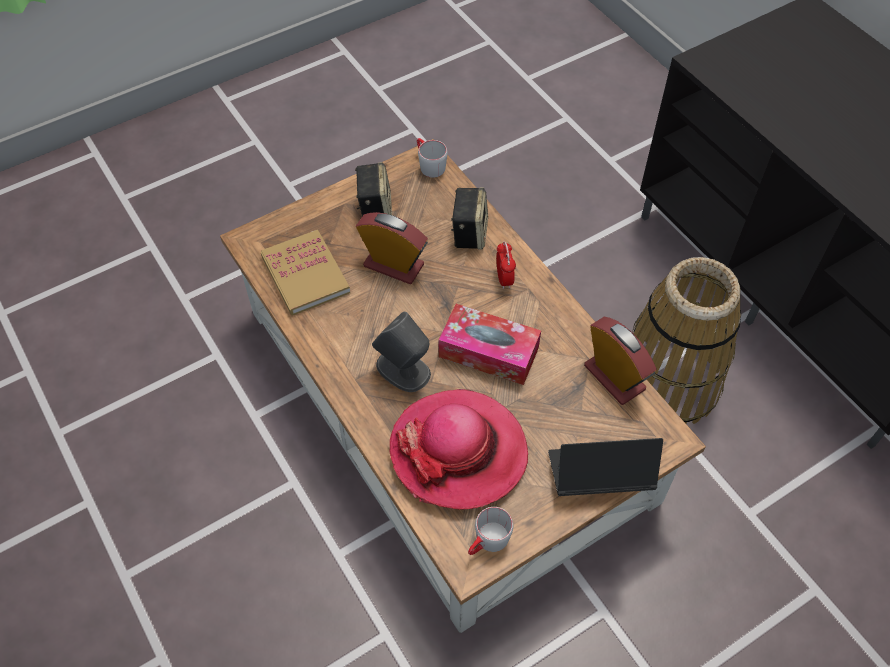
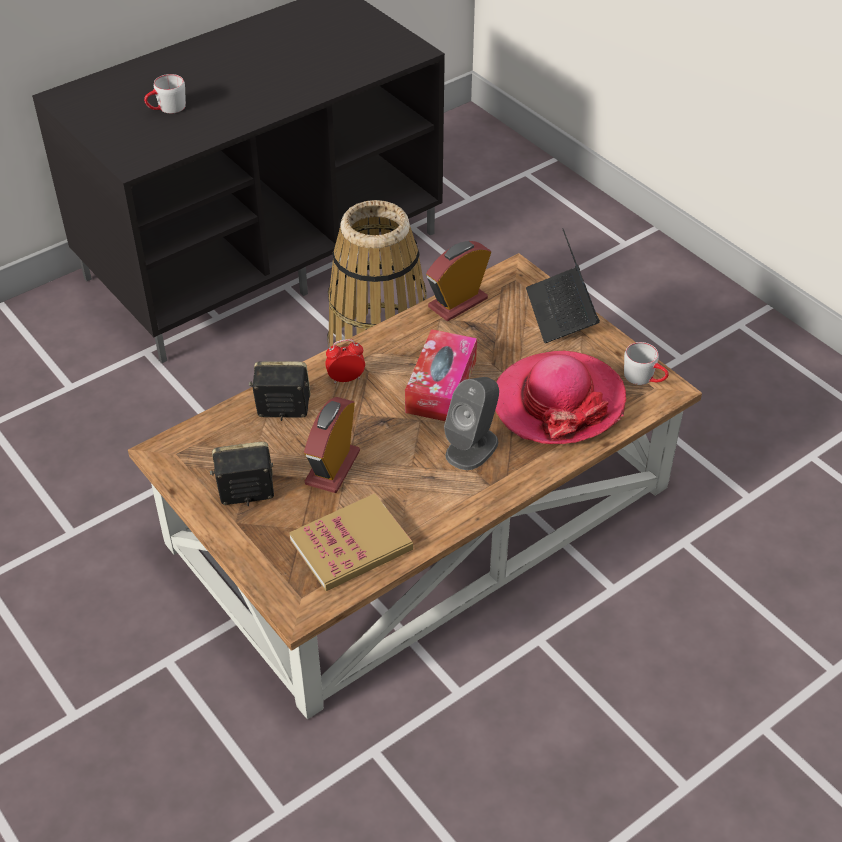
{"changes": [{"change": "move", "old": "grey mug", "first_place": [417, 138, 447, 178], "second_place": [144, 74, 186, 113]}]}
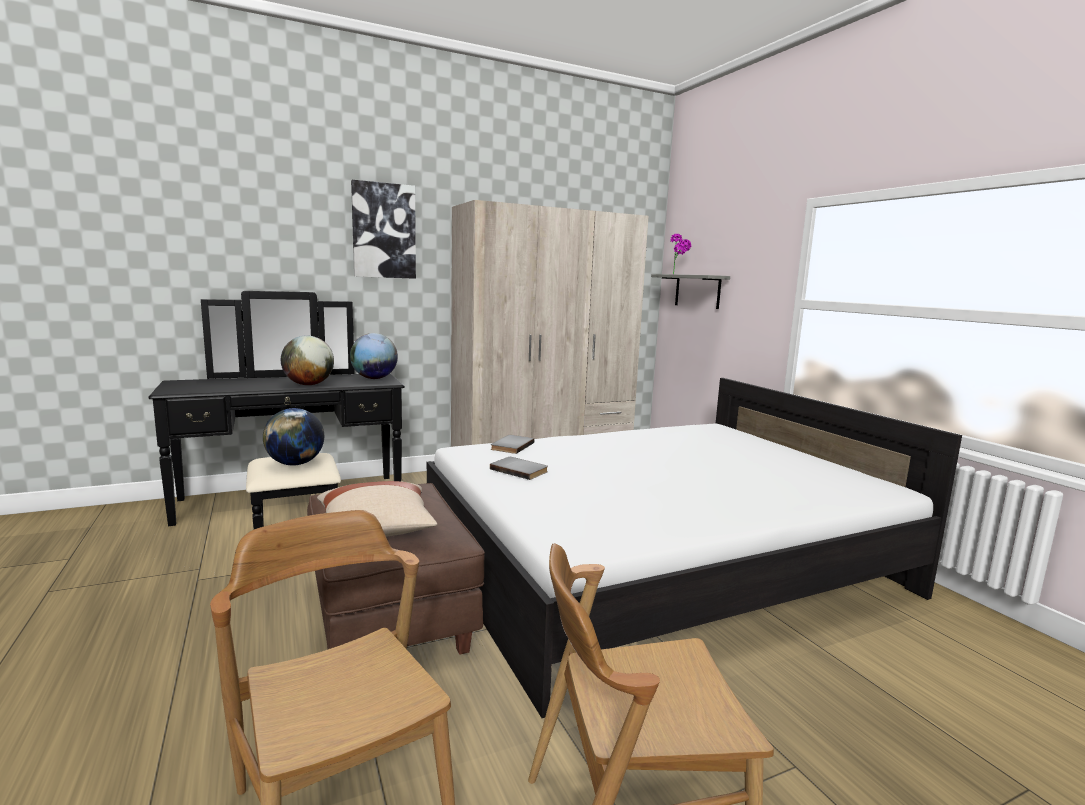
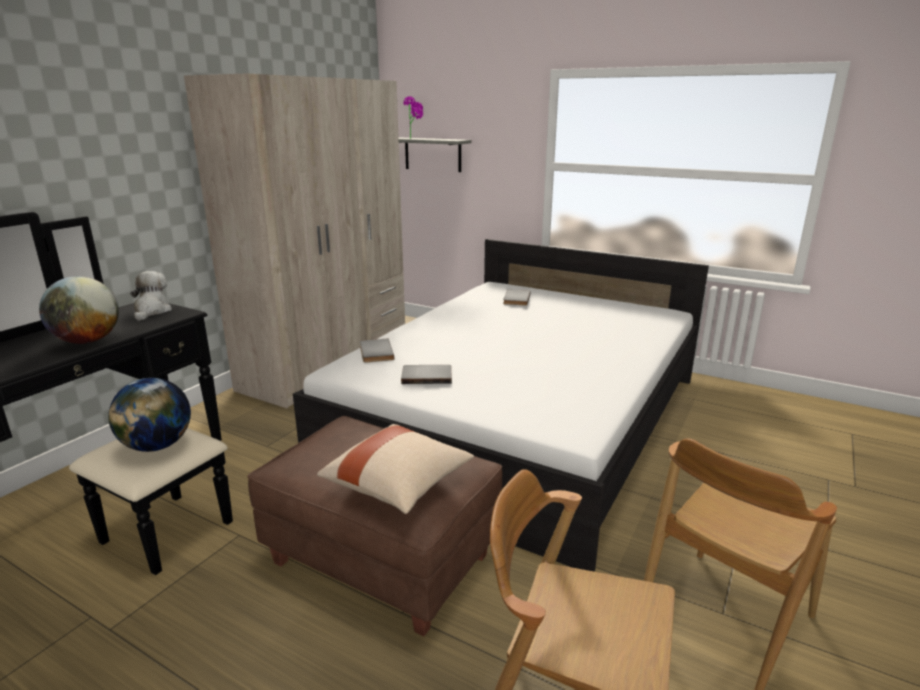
{"changes": [{"change": "replace", "old": "globe", "new": "plush toy", "first_place": [350, 333, 398, 379], "second_place": [130, 271, 172, 321]}, {"change": "insert", "new": "grey book", "second_place": [503, 290, 531, 306]}, {"change": "delete", "old": "picture", "first_place": [351, 180, 416, 279]}]}
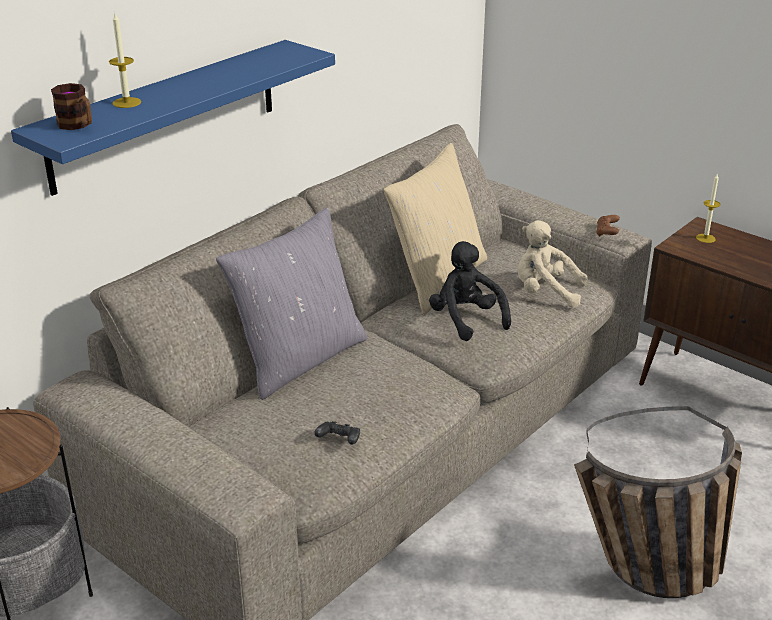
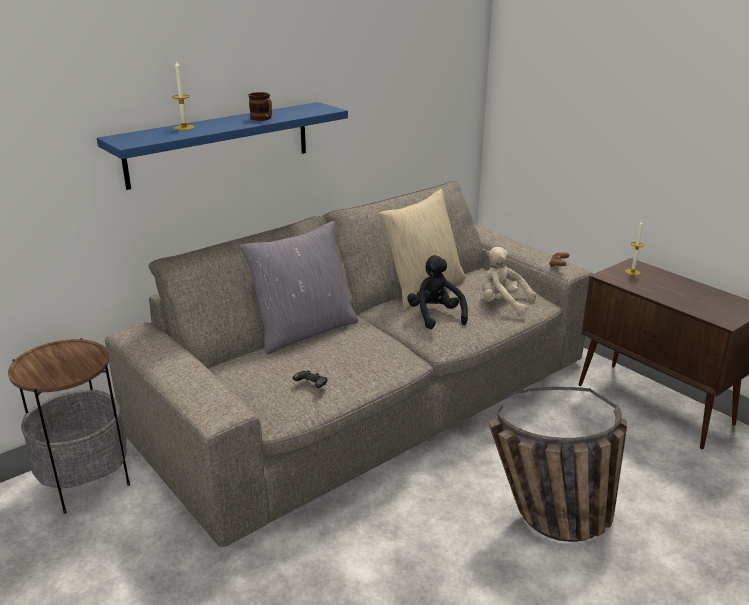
{"changes": [{"change": "move", "old": "mug", "first_place": [51, 83, 92, 130], "second_place": [248, 92, 272, 121]}]}
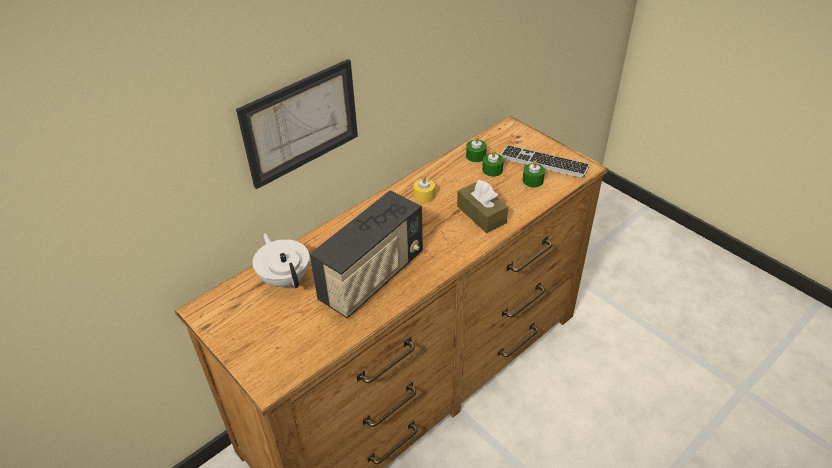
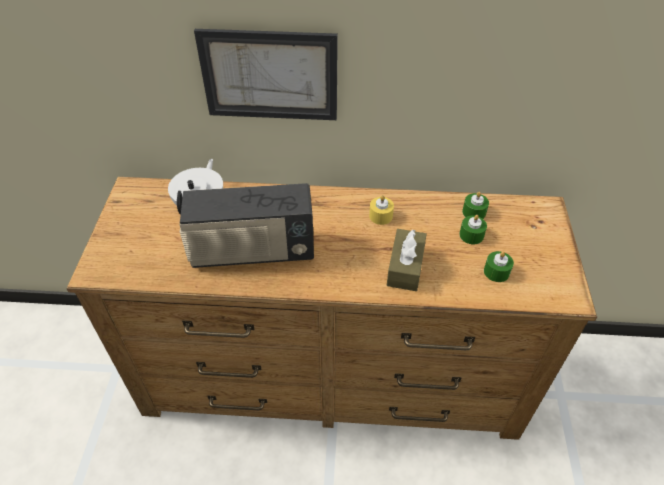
{"changes": [{"change": "delete", "old": "keyboard", "first_place": [500, 145, 590, 178]}]}
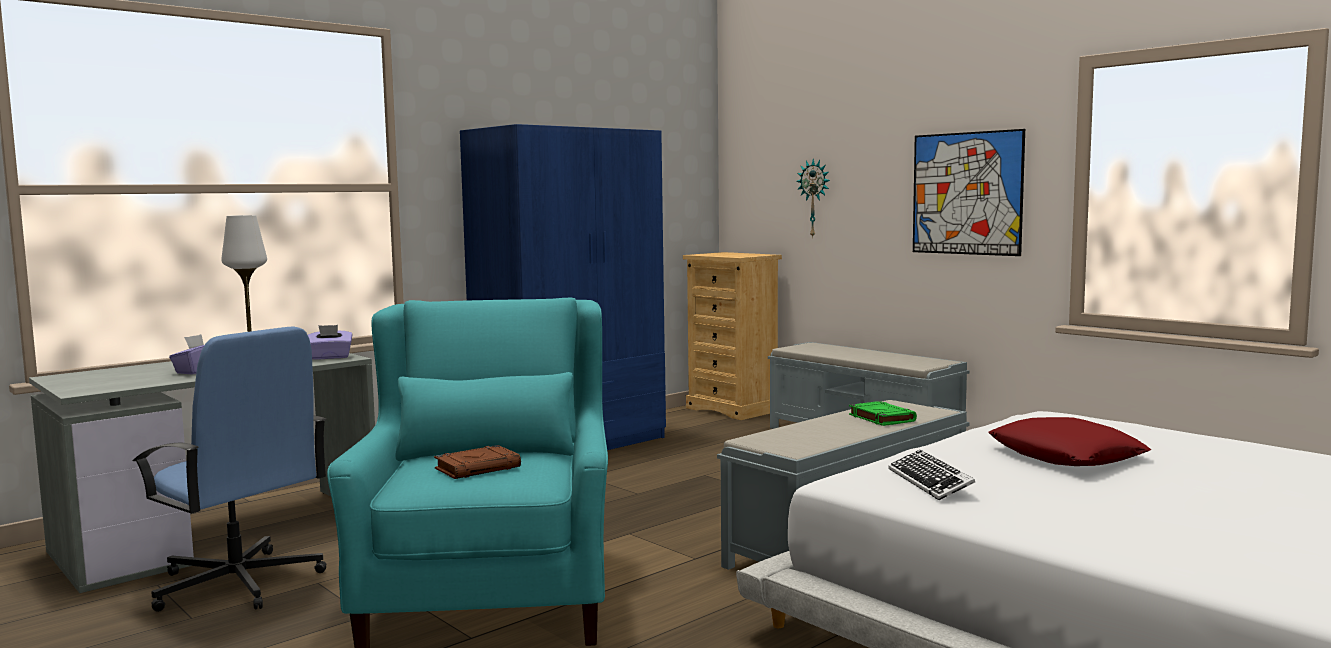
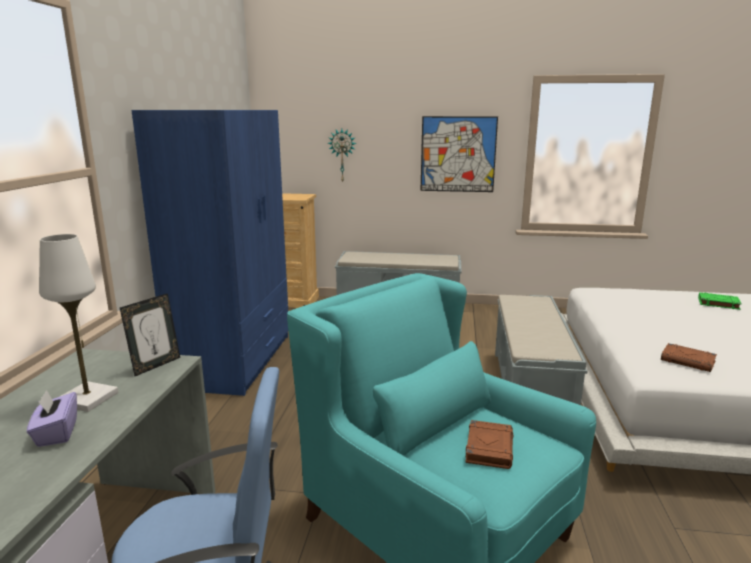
{"changes": [{"change": "replace", "old": "purple tissue box", "new": "picture frame", "first_place": [308, 325, 352, 360], "second_place": [120, 293, 180, 376]}, {"change": "replace", "old": "keyboard", "new": "brown book", "first_place": [889, 450, 975, 500], "second_place": [661, 343, 717, 372]}, {"change": "move", "old": "green book", "first_place": [849, 401, 917, 426], "second_place": [698, 292, 742, 310]}, {"change": "delete", "old": "red pillow", "first_place": [989, 417, 1152, 466]}]}
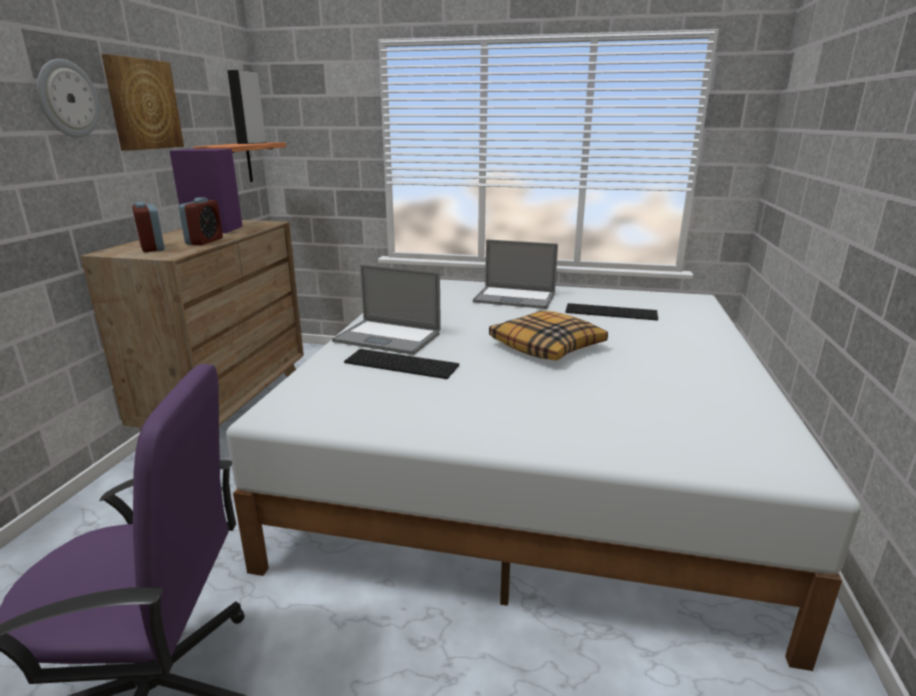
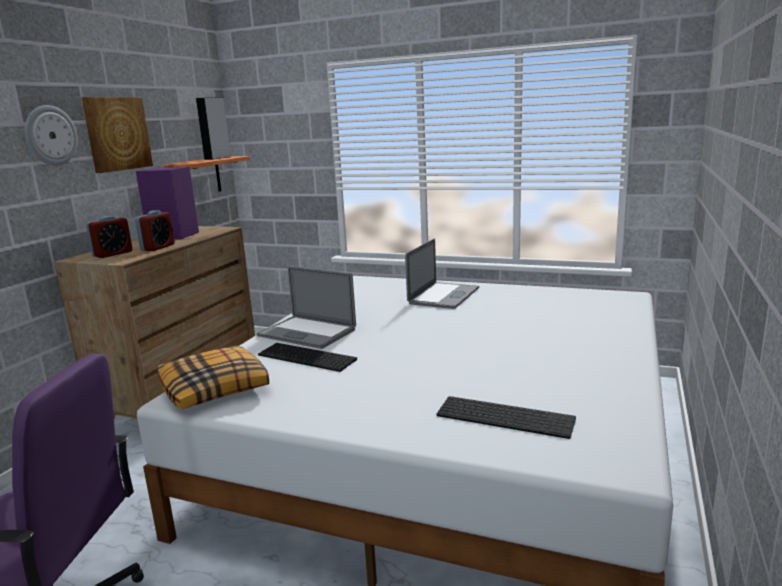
{"changes": [{"change": "rotate", "old": "alarm clock", "first_place": [132, 202, 165, 252], "second_place": [86, 216, 132, 258], "degrees": -120}, {"change": "move", "old": "pillow", "first_place": [489, 311, 608, 361], "second_place": [158, 346, 269, 409]}, {"change": "rotate", "old": "laptop", "first_place": [473, 239, 558, 309], "second_place": [405, 238, 479, 309], "degrees": -90}, {"change": "move", "old": "keyboard", "first_place": [565, 303, 658, 320], "second_place": [437, 396, 576, 439]}]}
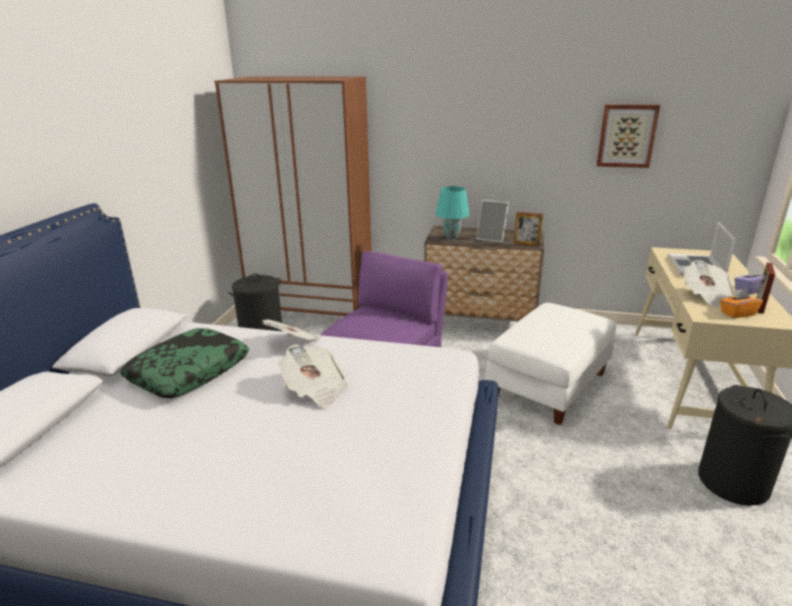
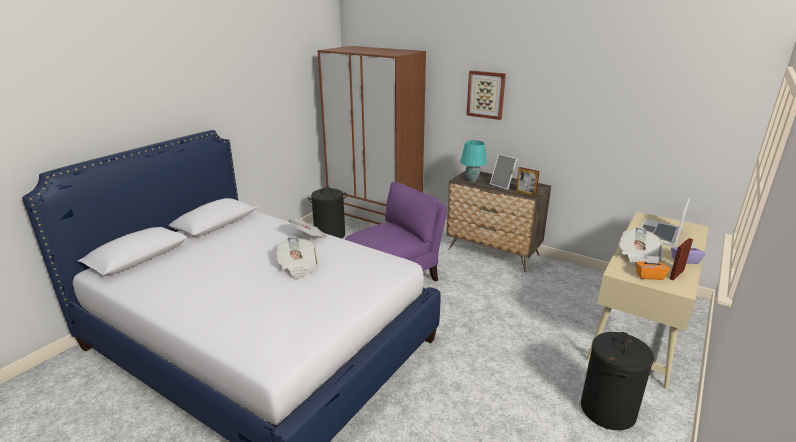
{"changes": [{"change": "move", "old": "picture", "first_place": [596, 104, 660, 168], "second_place": [466, 71, 506, 120]}, {"change": "delete", "old": "pillow", "first_place": [120, 328, 249, 398]}, {"change": "delete", "old": "white ottoman", "first_place": [485, 303, 616, 425]}]}
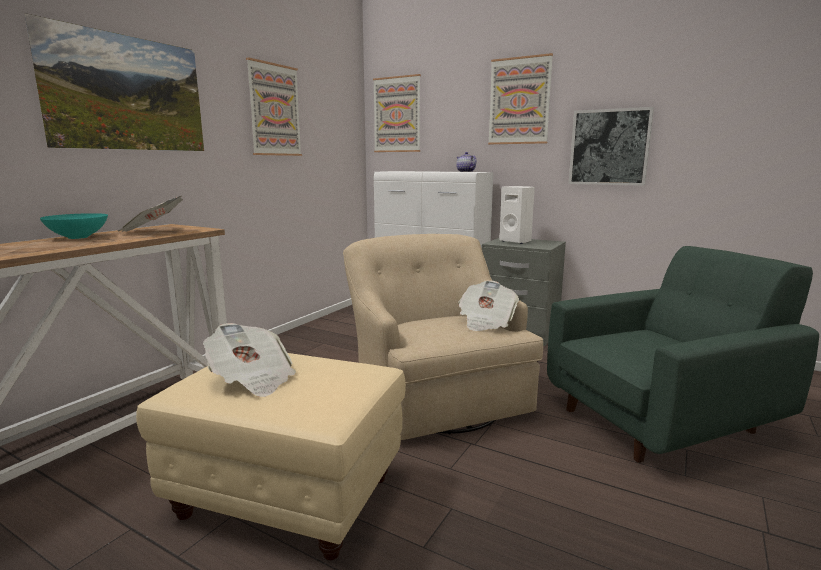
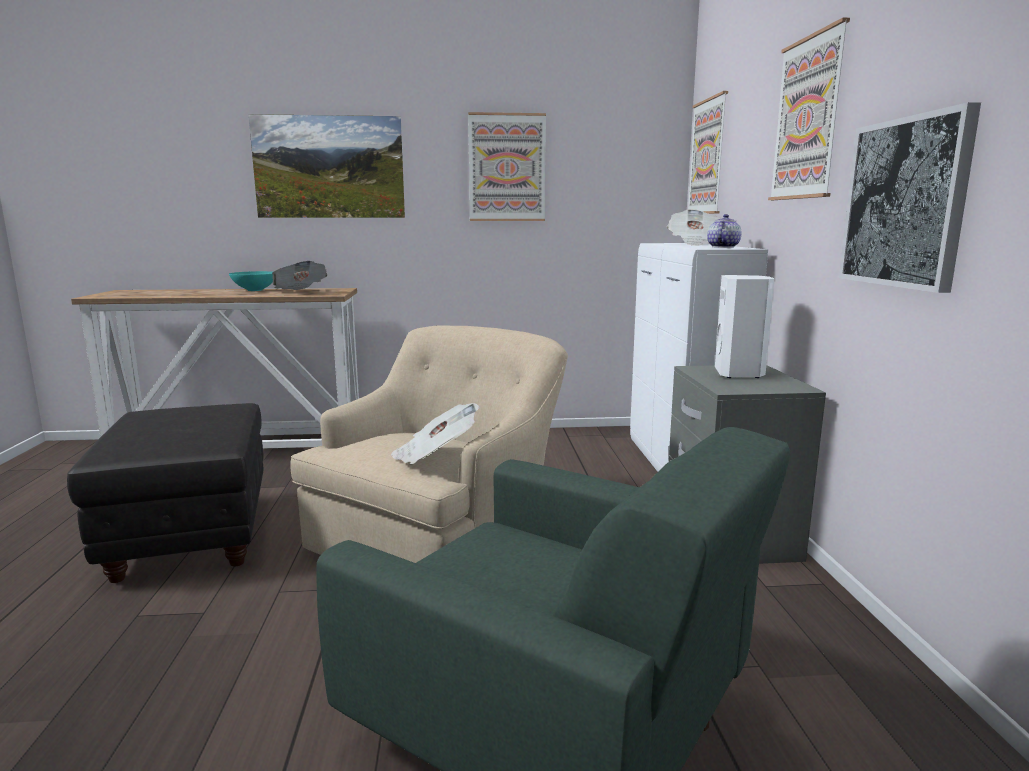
{"changes": [{"change": "recolor", "old": "beige ottoman", "new": "black ottoman", "first_place": [136, 353, 406, 560], "second_place": [67, 403, 264, 583]}, {"change": "move", "old": "newspaper", "first_place": [203, 323, 296, 397], "second_place": [667, 209, 722, 246]}]}
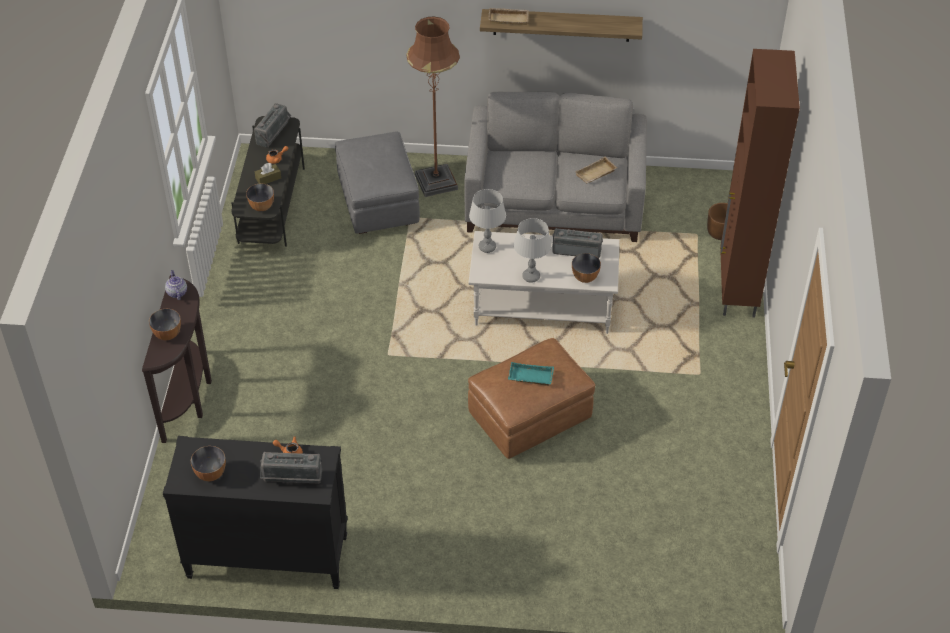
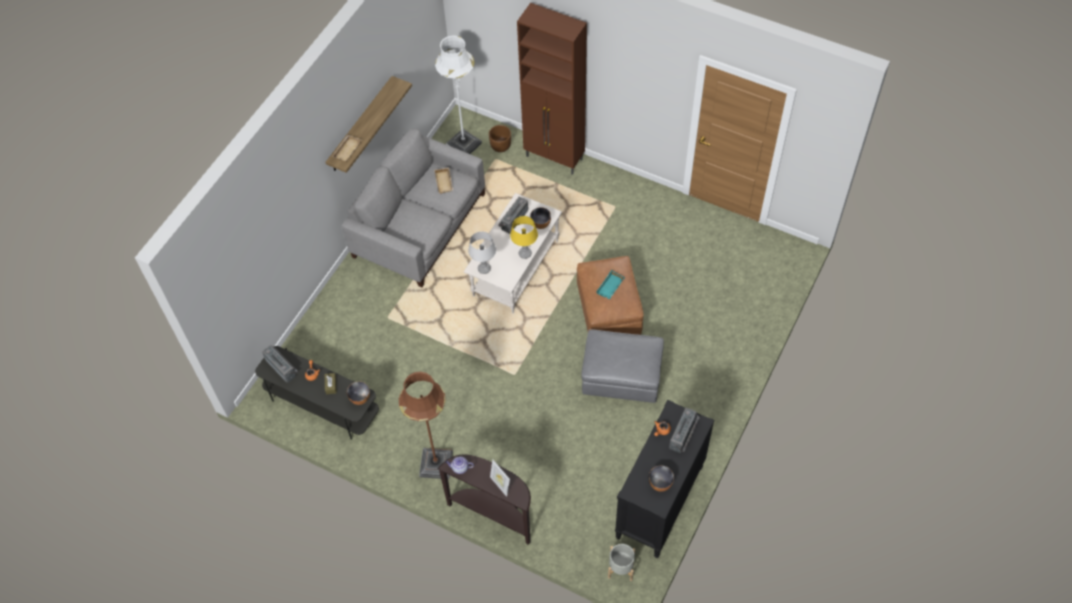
{"changes": [{"change": "move", "old": "brown floor lamp", "first_place": [406, 16, 460, 197], "second_place": [399, 372, 453, 479]}, {"change": "insert", "new": "white floor lamp", "second_place": [435, 35, 482, 154]}, {"change": "replace", "old": "bowl", "new": "picture frame", "first_place": [149, 309, 181, 340], "second_place": [490, 460, 510, 497]}, {"change": "recolor", "old": "grey table lamp", "new": "yellow table lamp", "first_place": [514, 218, 551, 283], "second_place": [510, 216, 538, 259]}, {"change": "move", "old": "grey ottoman", "first_place": [335, 131, 420, 234], "second_place": [581, 329, 664, 403]}, {"change": "insert", "new": "grey planter", "second_place": [608, 544, 635, 581]}]}
